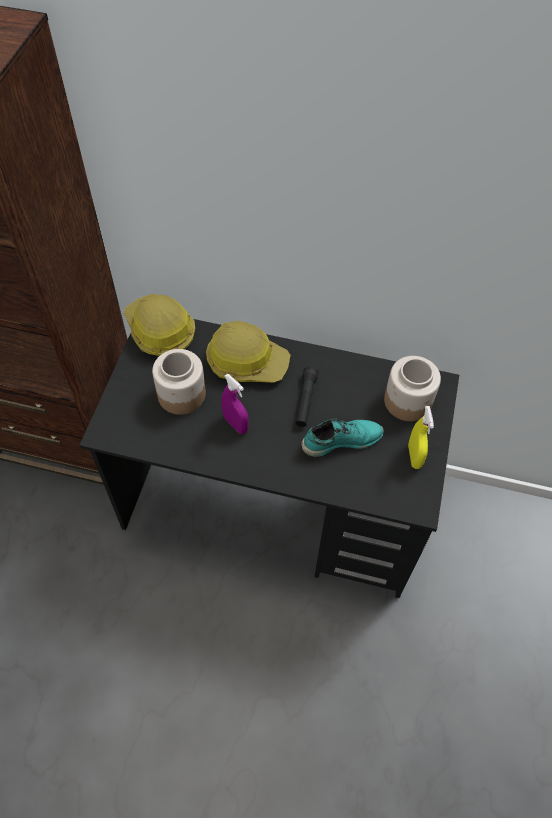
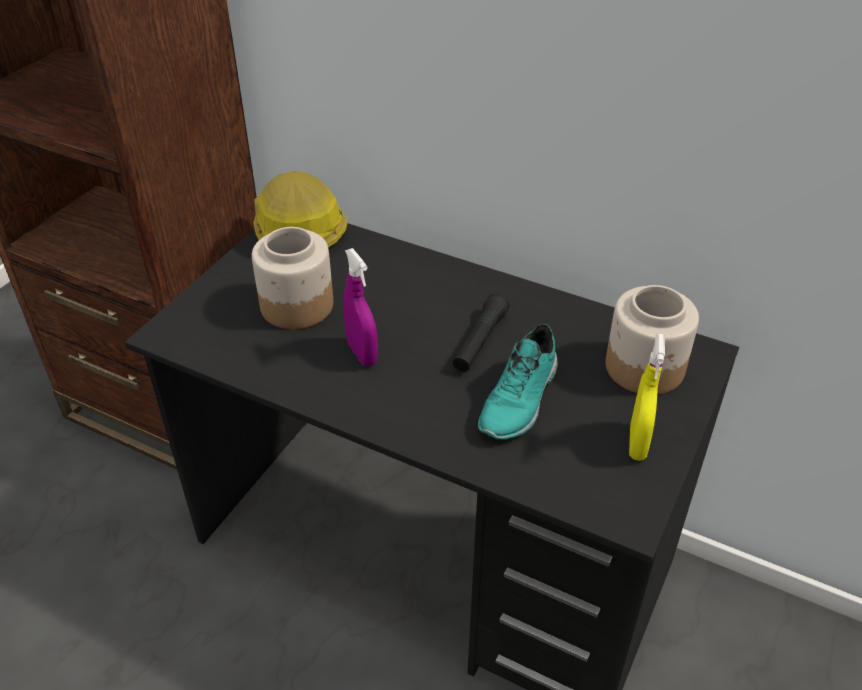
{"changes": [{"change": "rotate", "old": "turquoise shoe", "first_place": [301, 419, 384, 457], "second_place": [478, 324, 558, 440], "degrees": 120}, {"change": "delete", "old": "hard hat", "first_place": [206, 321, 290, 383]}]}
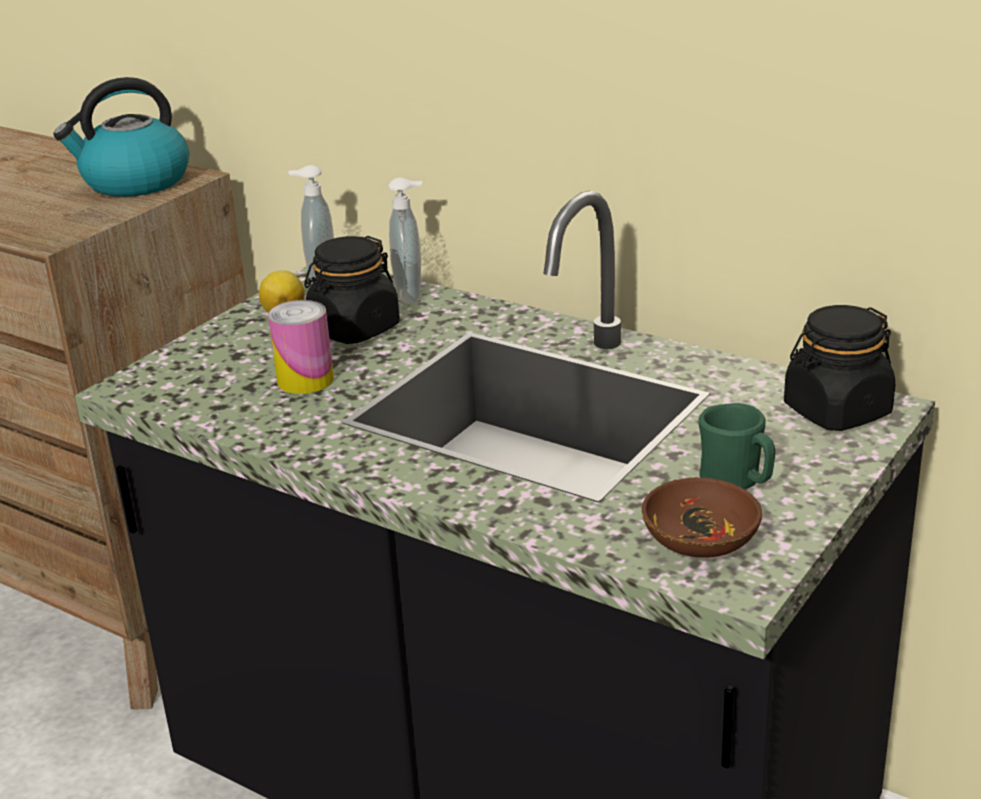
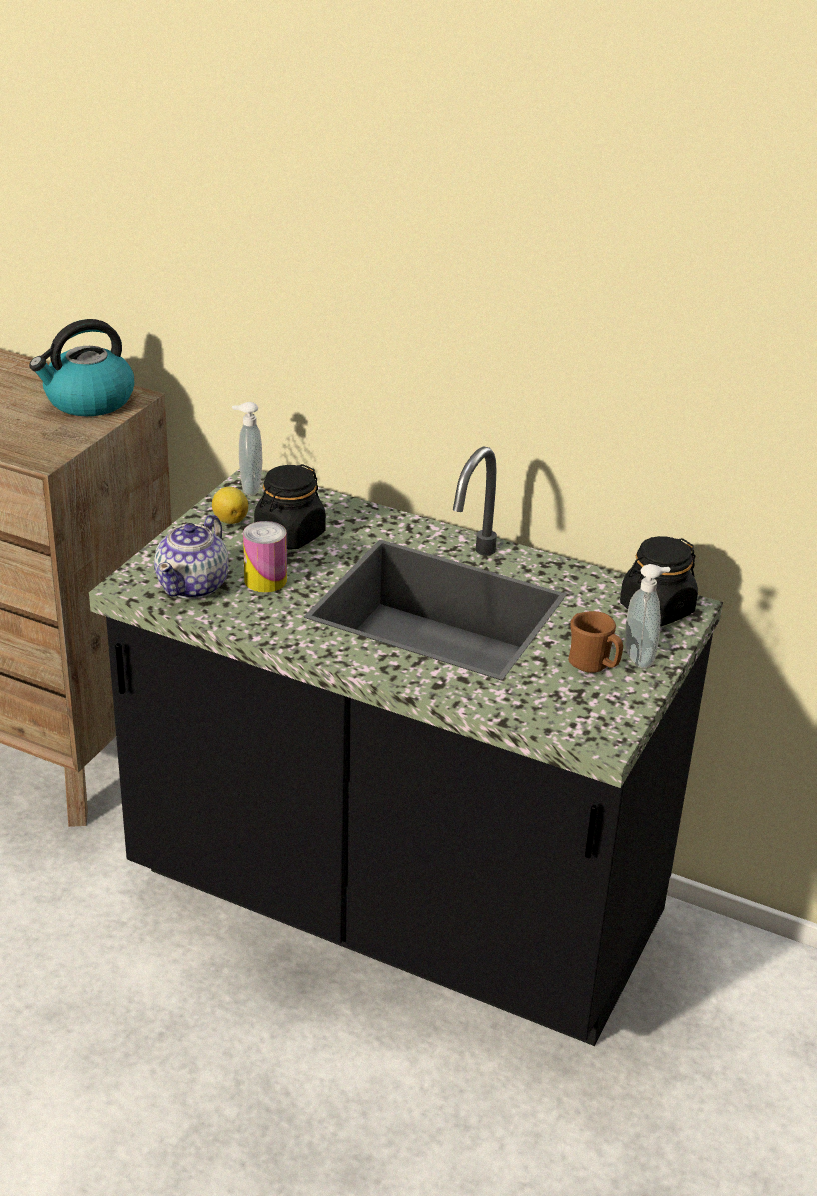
{"changes": [{"change": "insert", "new": "teapot", "second_place": [154, 514, 229, 599]}, {"change": "recolor", "old": "green mug", "new": "brown mug", "first_place": [698, 403, 775, 489], "second_place": [568, 611, 623, 673]}, {"change": "move", "old": "soap dispenser", "first_place": [388, 178, 423, 304], "second_place": [625, 564, 670, 669]}, {"change": "delete", "old": "brown bowl", "first_place": [642, 477, 762, 558]}]}
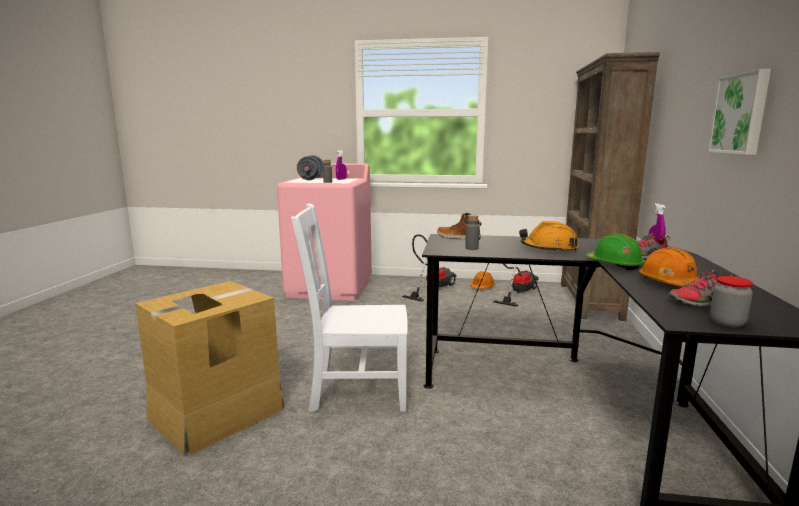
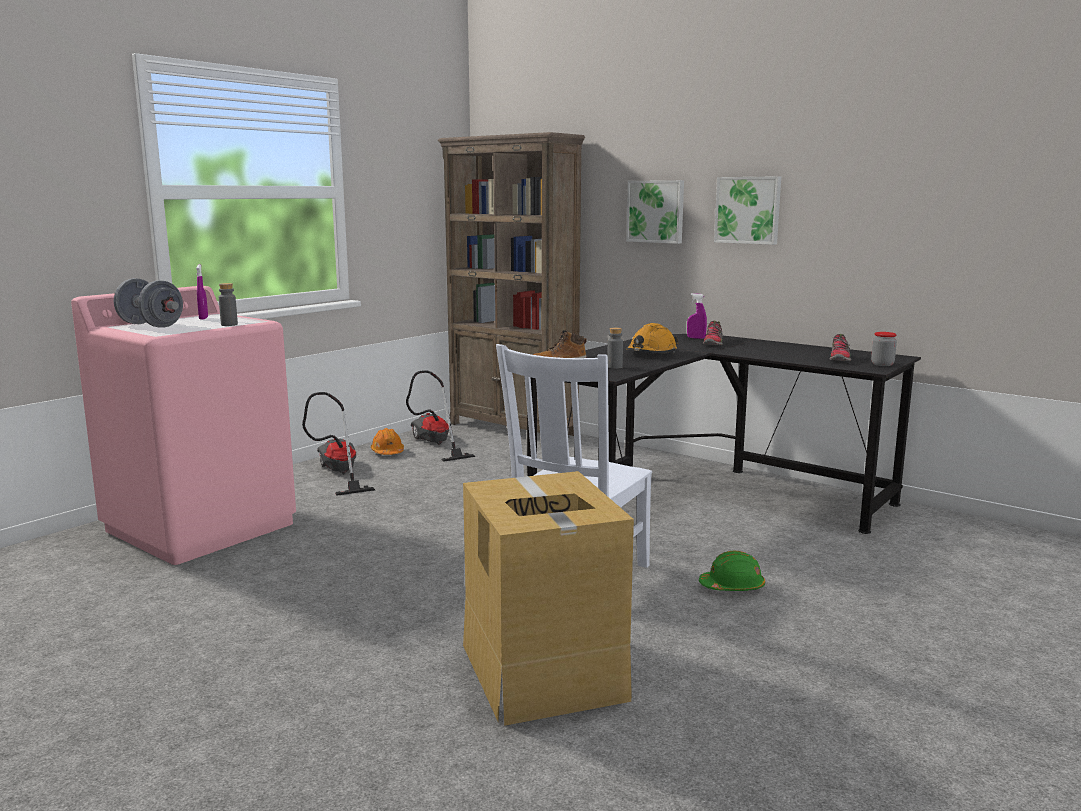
{"changes": [{"change": "insert", "new": "picture", "second_place": [626, 180, 684, 244]}, {"change": "move", "old": "green hard hat", "first_place": [586, 233, 645, 270], "second_place": [699, 550, 765, 591]}, {"change": "delete", "old": "orange hard hat", "first_place": [639, 247, 699, 287]}]}
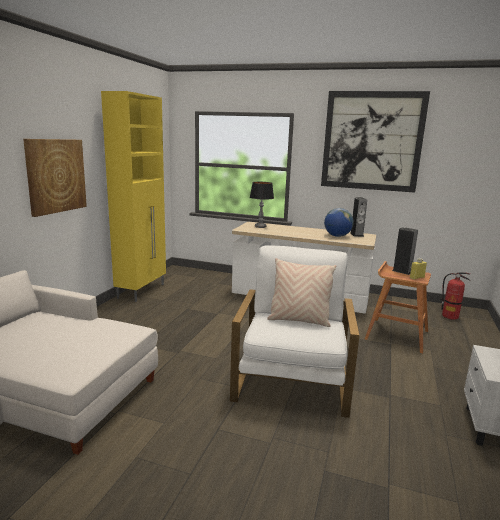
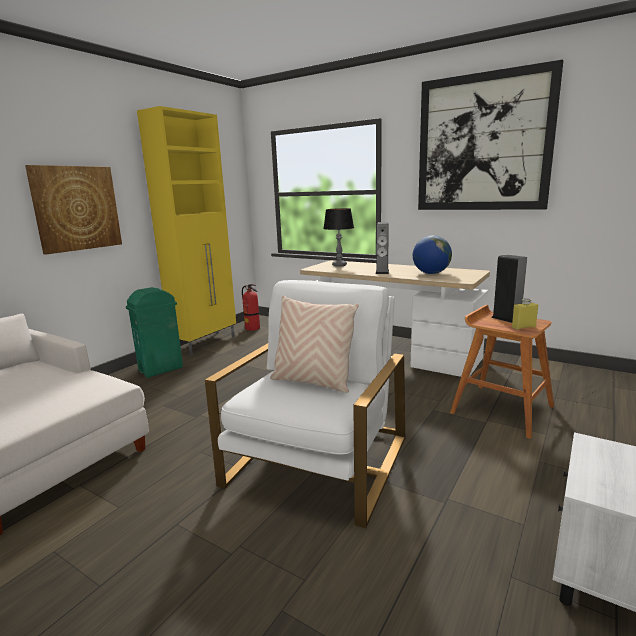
{"changes": [{"change": "insert", "new": "green trash can", "second_place": [126, 287, 183, 378]}, {"change": "move", "old": "fire extinguisher", "first_place": [441, 272, 470, 320], "second_place": [242, 284, 260, 331]}, {"change": "move", "old": "speaker", "first_place": [350, 197, 367, 237], "second_place": [376, 222, 389, 274]}]}
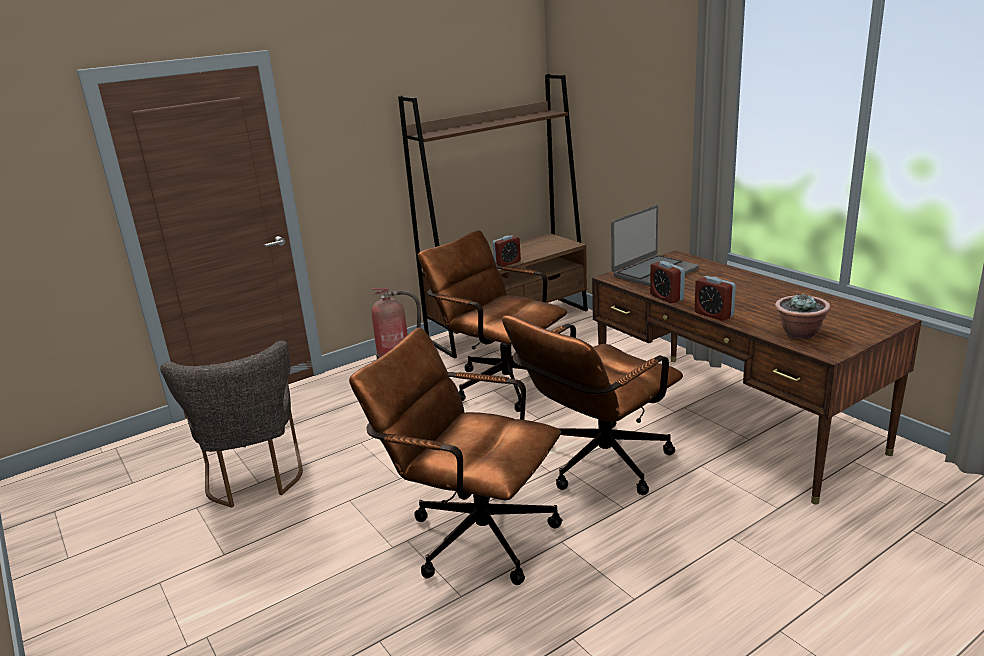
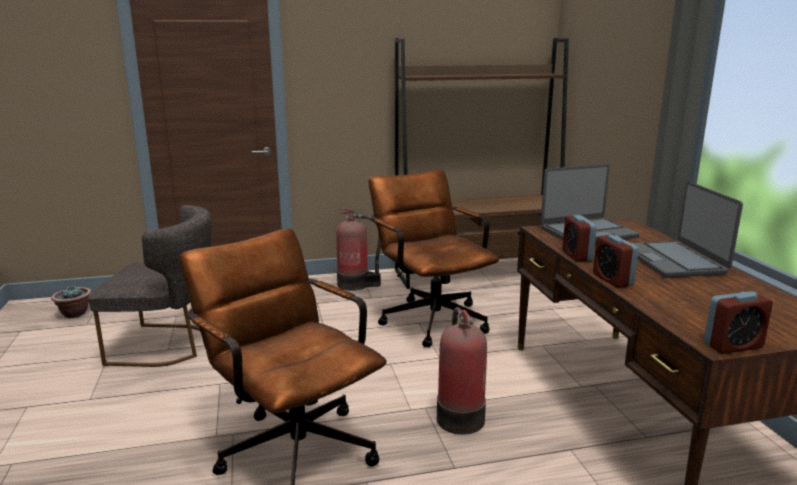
{"changes": [{"change": "move", "old": "potted plant", "first_place": [775, 293, 831, 339], "second_place": [51, 285, 91, 318]}, {"change": "rotate", "old": "grey chair", "first_place": [160, 341, 303, 508], "second_place": [88, 205, 211, 367], "degrees": -90}, {"change": "replace", "old": "brown office chair", "new": "fire extinguisher", "first_place": [502, 315, 683, 495], "second_place": [437, 307, 487, 435]}, {"change": "insert", "new": "laptop", "second_place": [632, 181, 743, 278]}, {"change": "move", "old": "alarm clock", "first_place": [492, 235, 521, 266], "second_place": [704, 291, 773, 354]}]}
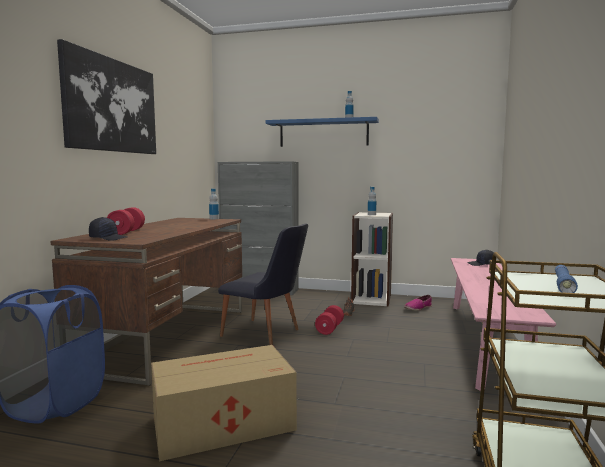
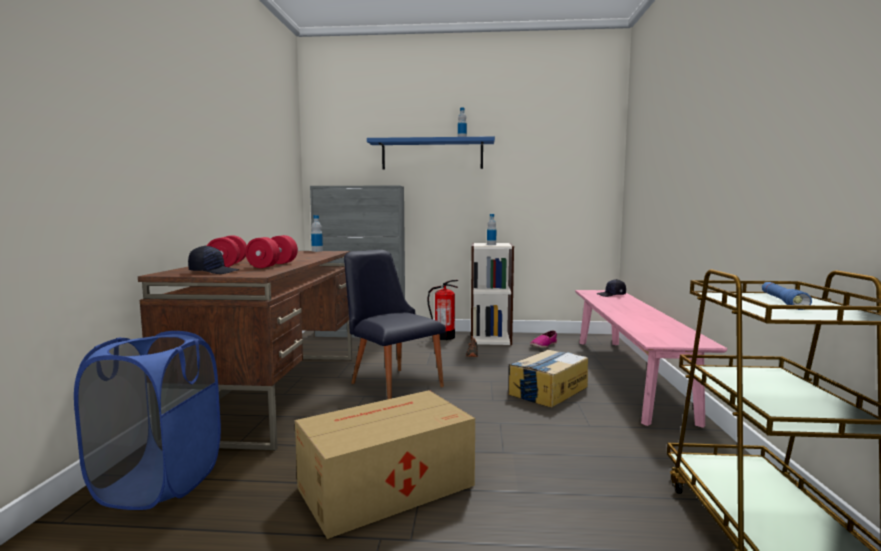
{"changes": [{"change": "move", "old": "red dumbbell", "first_place": [315, 305, 344, 335], "second_place": [245, 235, 298, 268]}, {"change": "rotate", "old": "black chair", "first_place": [218, 223, 308, 345], "second_place": [344, 250, 446, 399], "degrees": -150}, {"change": "insert", "new": "fire extinguisher", "second_place": [427, 280, 458, 340]}, {"change": "insert", "new": "cardboard box", "second_place": [508, 350, 588, 408]}, {"change": "delete", "old": "picture", "first_place": [57, 39, 156, 154]}]}
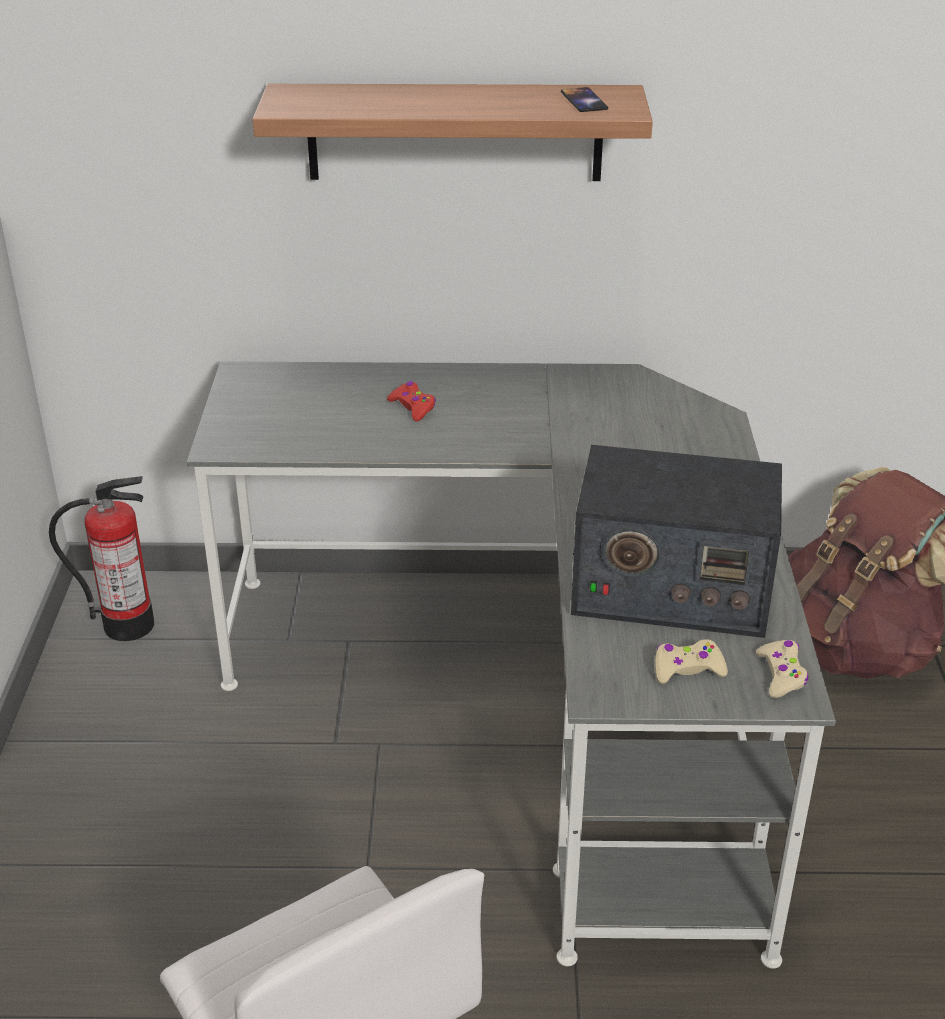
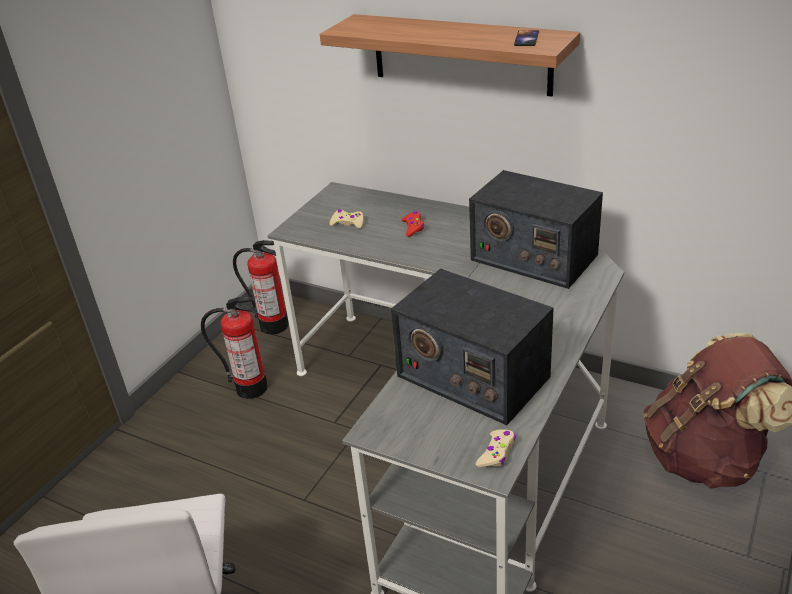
{"changes": [{"change": "insert", "new": "fire extinguisher", "second_place": [201, 296, 268, 399]}, {"change": "move", "old": "beige game controller", "first_place": [655, 639, 728, 684], "second_place": [329, 209, 364, 229]}, {"change": "insert", "new": "radio", "second_place": [469, 170, 603, 289]}]}
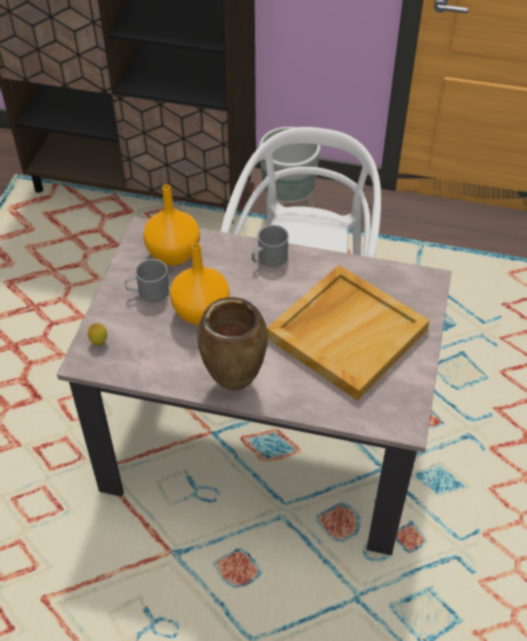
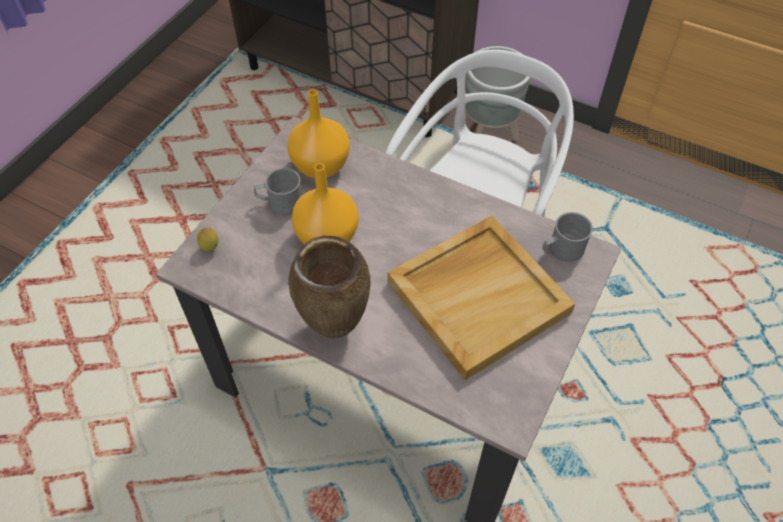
{"changes": [{"change": "move", "old": "grey mug", "first_place": [252, 225, 289, 267], "second_place": [542, 212, 593, 262]}]}
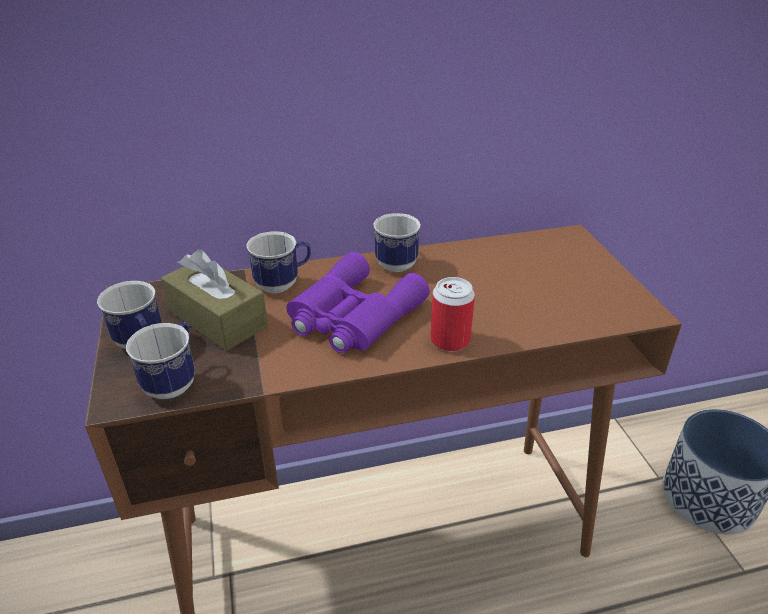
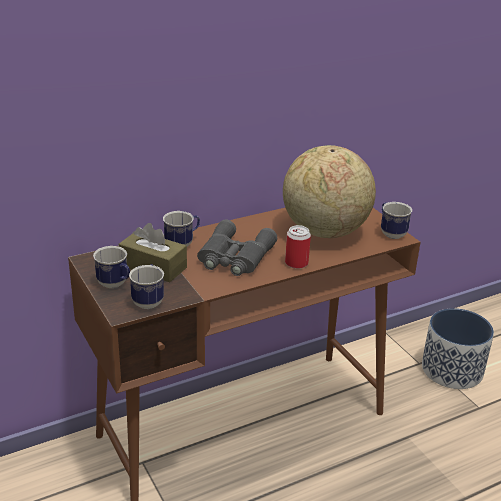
{"changes": [{"change": "recolor", "old": "purple binoculars", "new": "grey binoculars", "first_place": [286, 252, 430, 353], "second_place": [197, 219, 277, 276]}, {"change": "insert", "new": "globe", "second_place": [283, 145, 376, 238]}, {"change": "move", "old": "mug", "first_place": [373, 213, 421, 272], "second_place": [381, 202, 412, 239]}]}
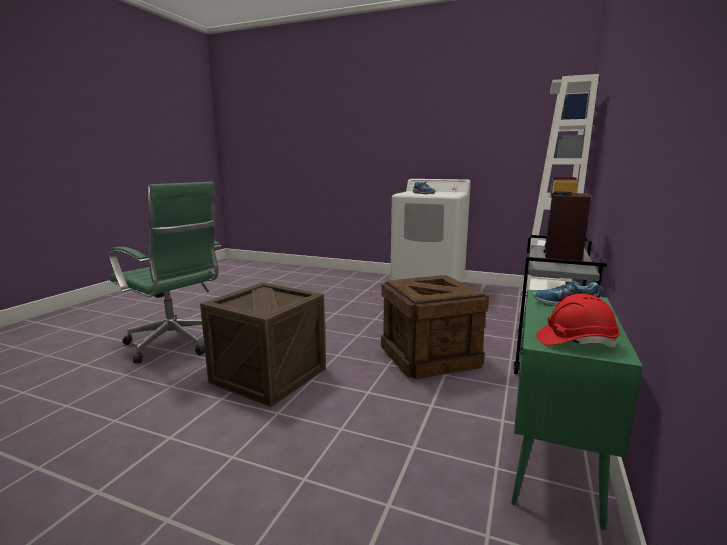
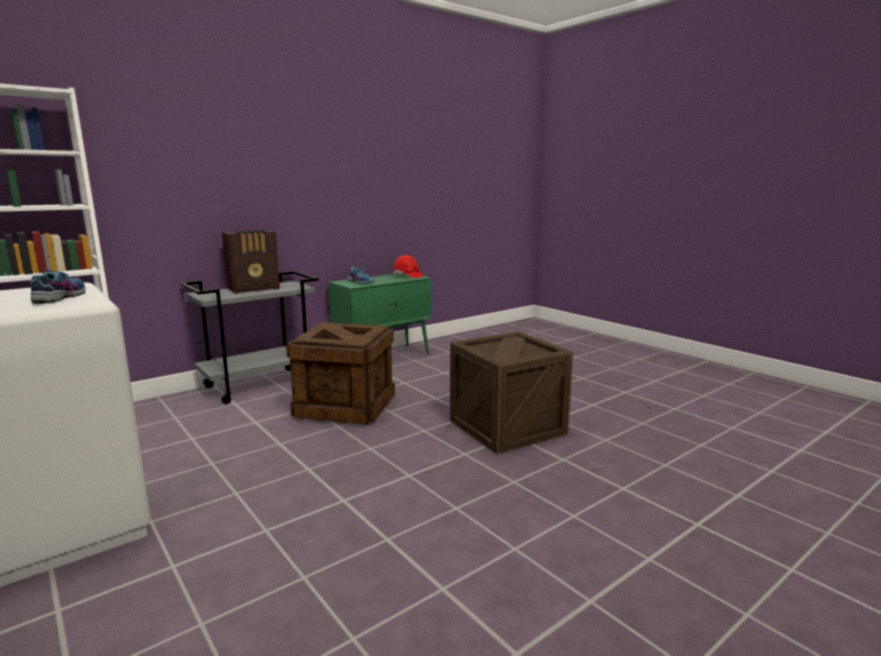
{"changes": [{"change": "delete", "old": "green office chair", "first_place": [108, 182, 221, 364]}]}
